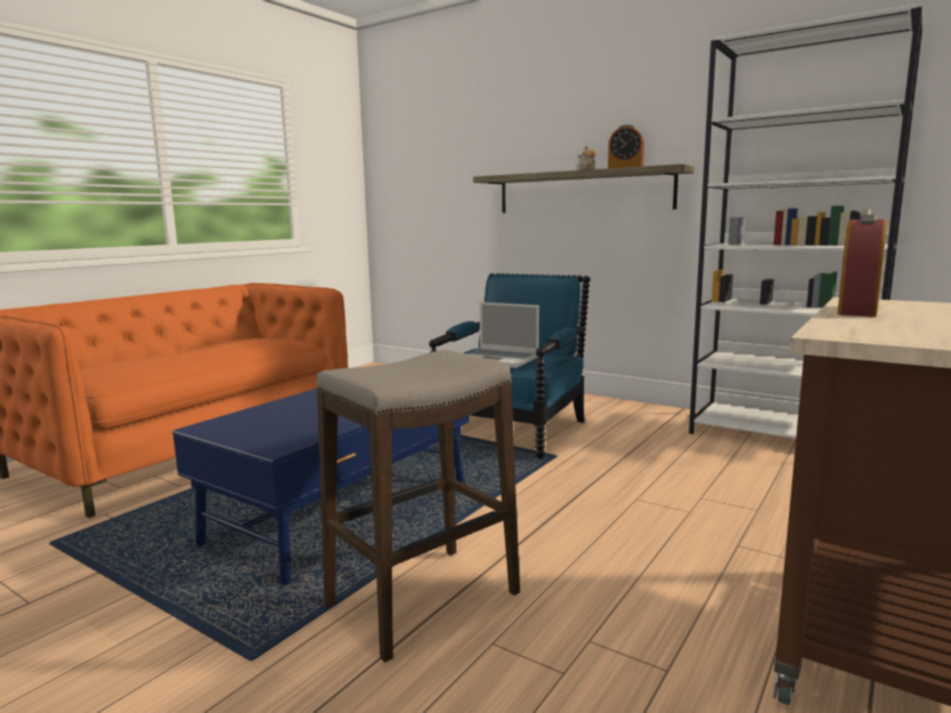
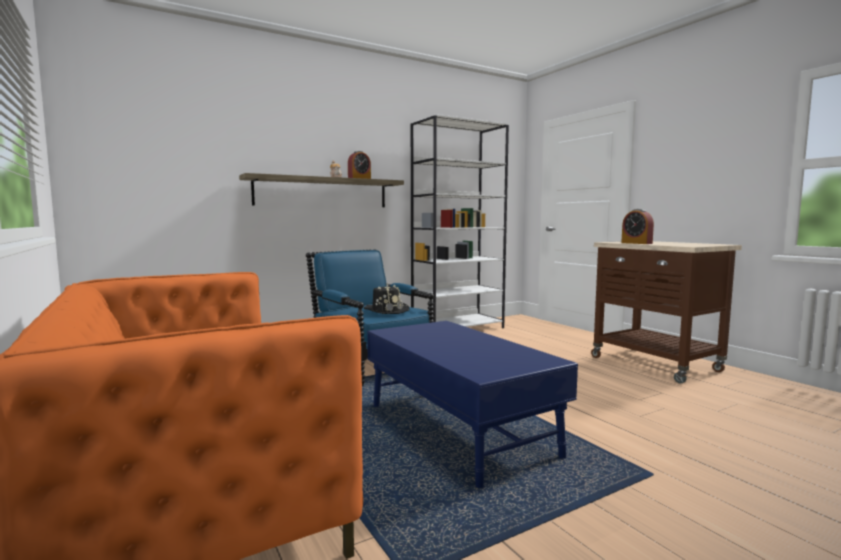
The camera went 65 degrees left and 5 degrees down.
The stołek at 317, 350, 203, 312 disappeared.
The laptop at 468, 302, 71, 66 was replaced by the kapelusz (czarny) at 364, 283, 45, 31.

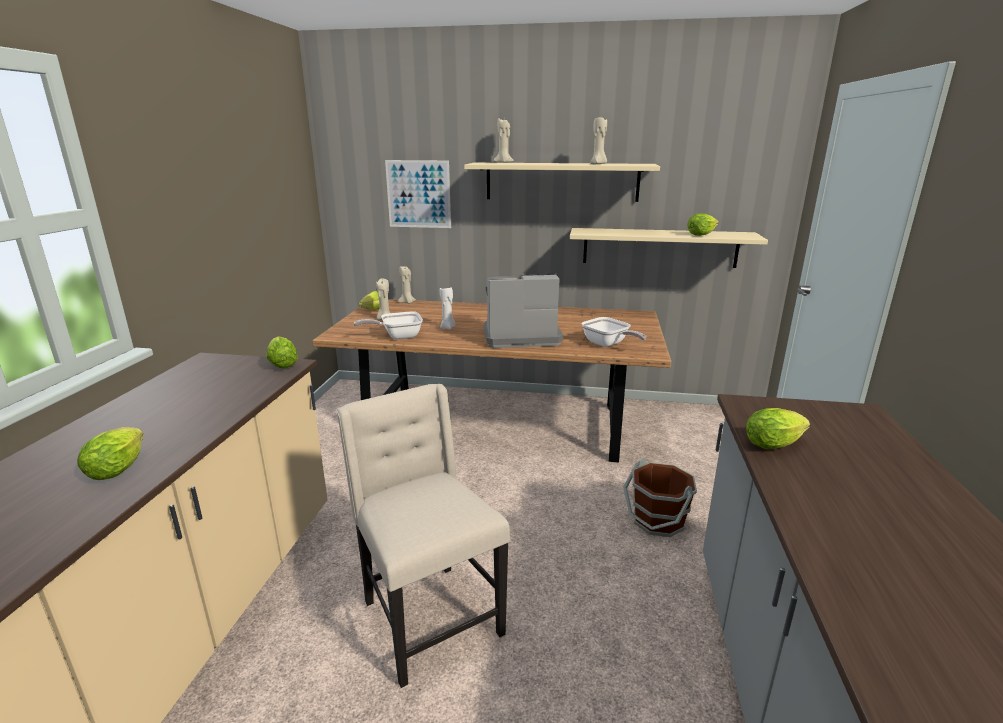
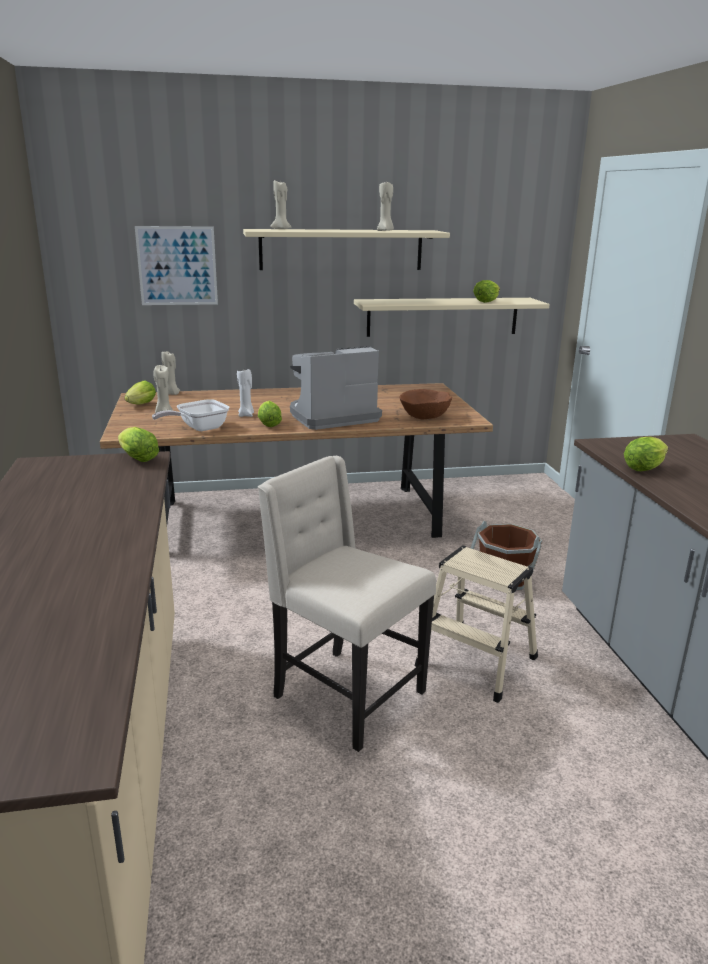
The camera went 20 degrees left and 0 degrees up.
The sałata moved from 77, 427, 67, 53 to 258, 401, 24, 26.
The patelnia at 581, 317, 65, 30 was replaced by the miska (brązowy) at 399, 389, 53, 30.
The drabinka (beżowy) at 415, 545, 123, 158 appeared.

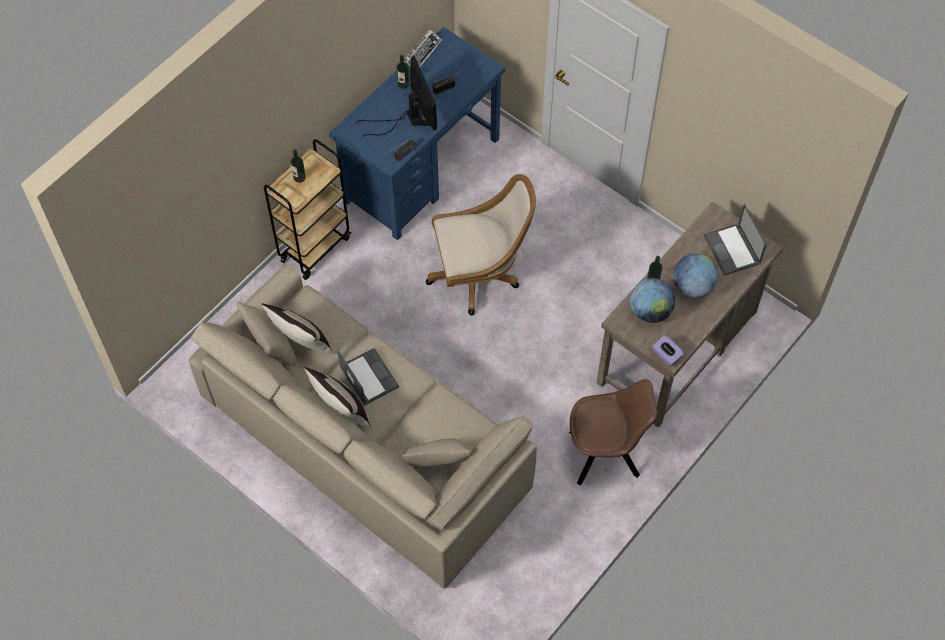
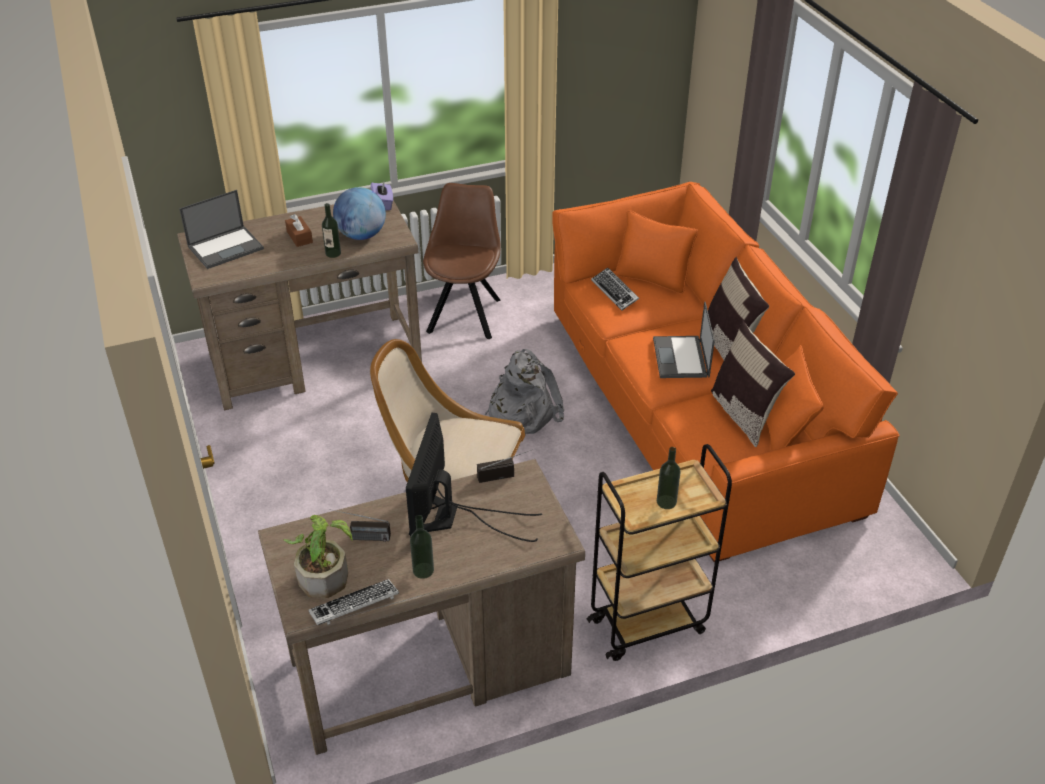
The camera went 150 degrees left and 20 degrees down.
The kanapa (beżowy) at 188, 265, 349, 324 became the kanapa (pomarańczowy) at 552, 182, 348, 381.
The biurko (niebieski) at 329, 27, 176, 213 became the biurko (brązowy) at 258, 459, 327, 296.
The krzesło (brązowy) at 569, 379, 89, 106 turned 75 degrees clockwise.
The globus at 673, 254, 45, 44 was replaced by the pudełko chusteczek (brązowy) at 285, 214, 28, 33.
The laptop at 704, 204, 63, 71 turned 45 degrees clockwise.
The roślina doniczkowa at 283, 515, 70, 83 appeared.
The plecak (szary) at 484, 349, 80, 85 appeared.
The klawiatura at 591, 268, 48, 42 appeared.

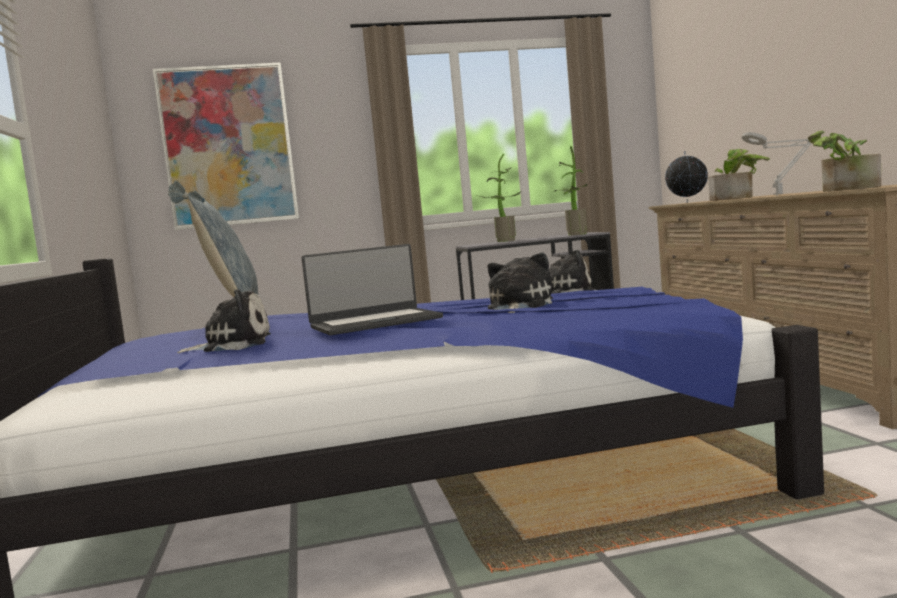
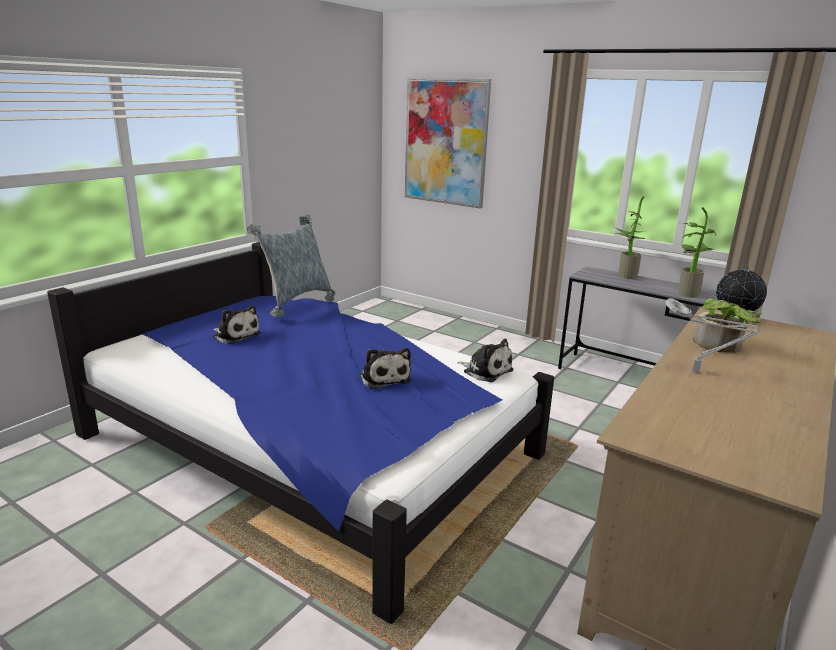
The camera went 45 degrees right and 15 degrees up.
The laptop at 301, 244, 142, 91 disappeared.
The pluszak at 488, 252, 65, 61 turned 90 degrees clockwise.
The roślina doniczkowa at 808, 131, 73, 61 disappeared.

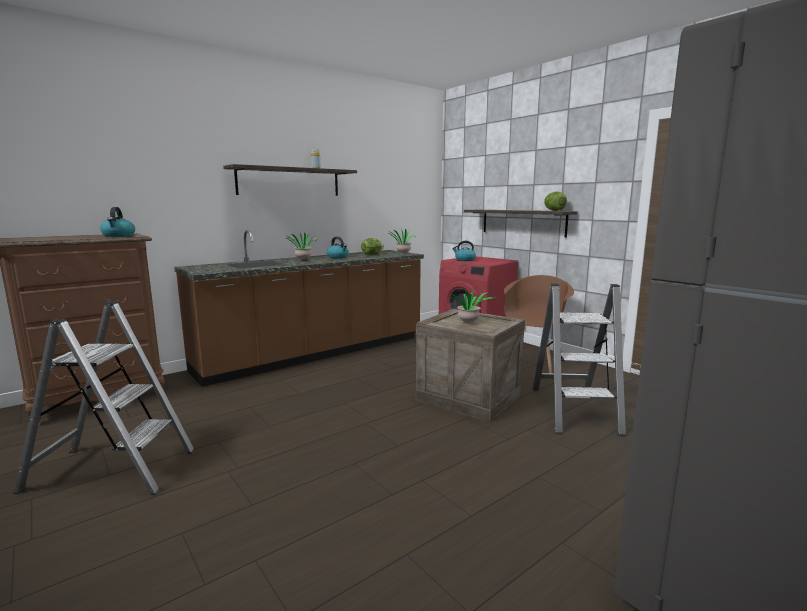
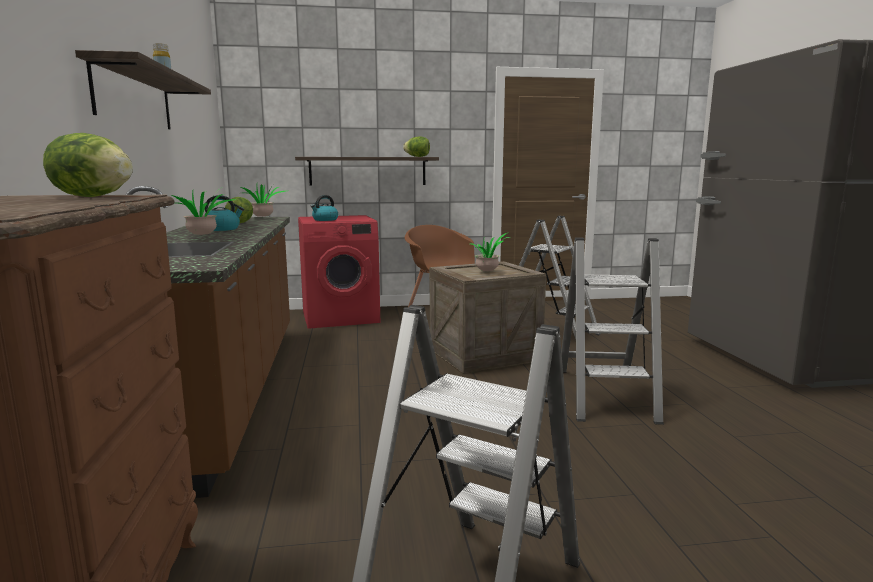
The camera went 60 degrees left and 0 degrees up.
The czajnik at 100, 207, 35, 30 was replaced by the sałata at 43, 133, 90, 64.
The drabinka (szary) at 561, 238, 103, 187 appeared.

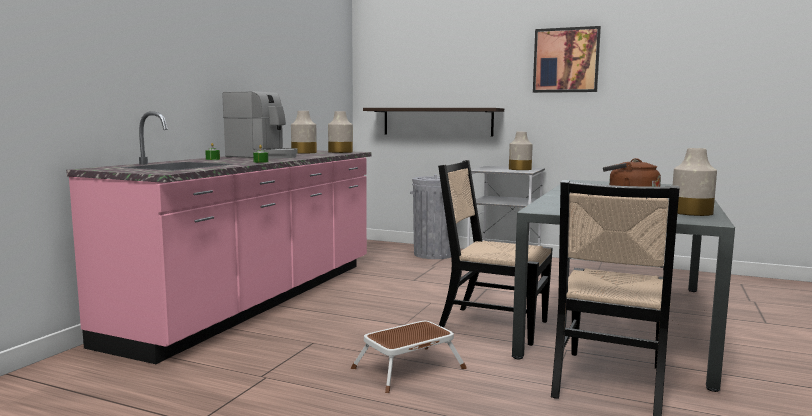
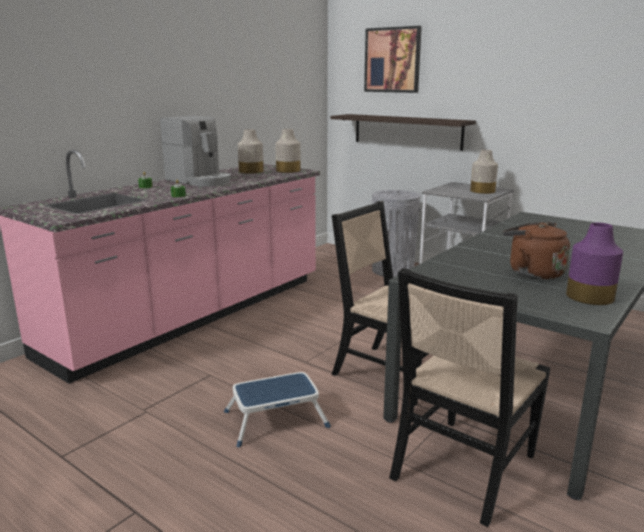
The camera went 15 degrees right and 10 degrees up.
The drabinka (brązowy) at 351, 321, 116, 72 became the drabinka (niebieski) at 224, 372, 107, 75.
The obraz moved from 533, 26, 68, 67 to 364, 26, 58, 67.
The wazon (beżowy) at 673, 148, 44, 68 became the wazon (fioletowy) at 566, 223, 57, 82.

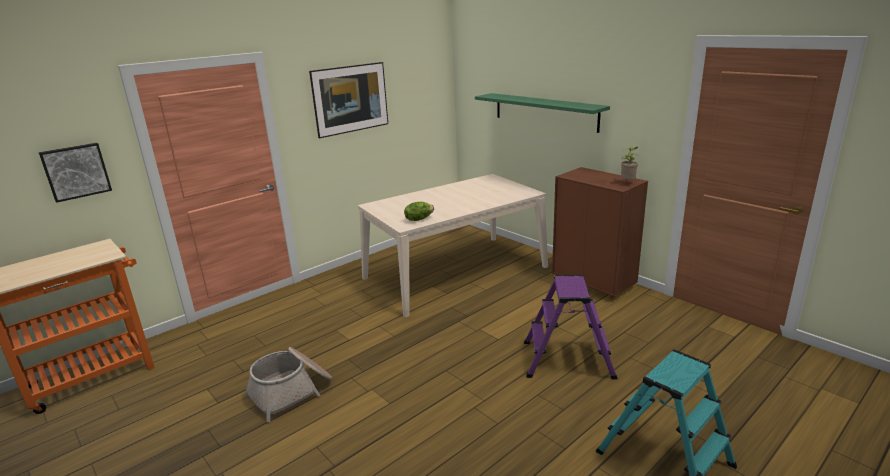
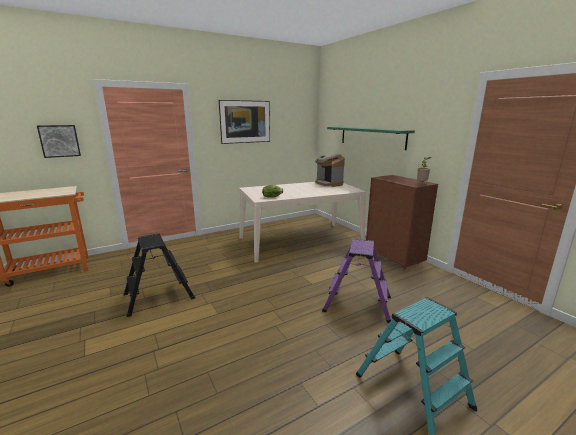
The camera went 10 degrees right and 5 degrees down.
The koszyk at 244, 347, 88, 76 was replaced by the drabinka (czarny) at 123, 233, 72, 84.
The ekspres do kawy at 315, 154, 30, 33 appeared.

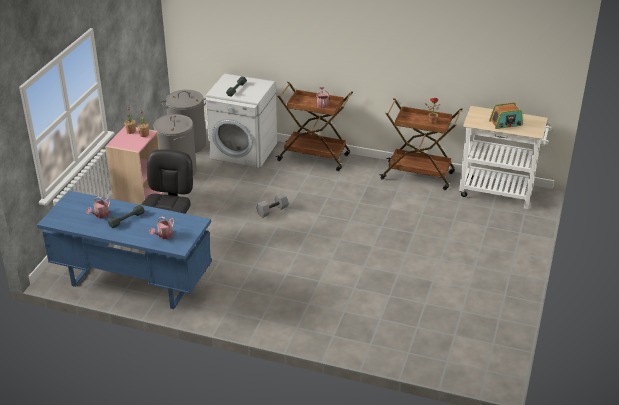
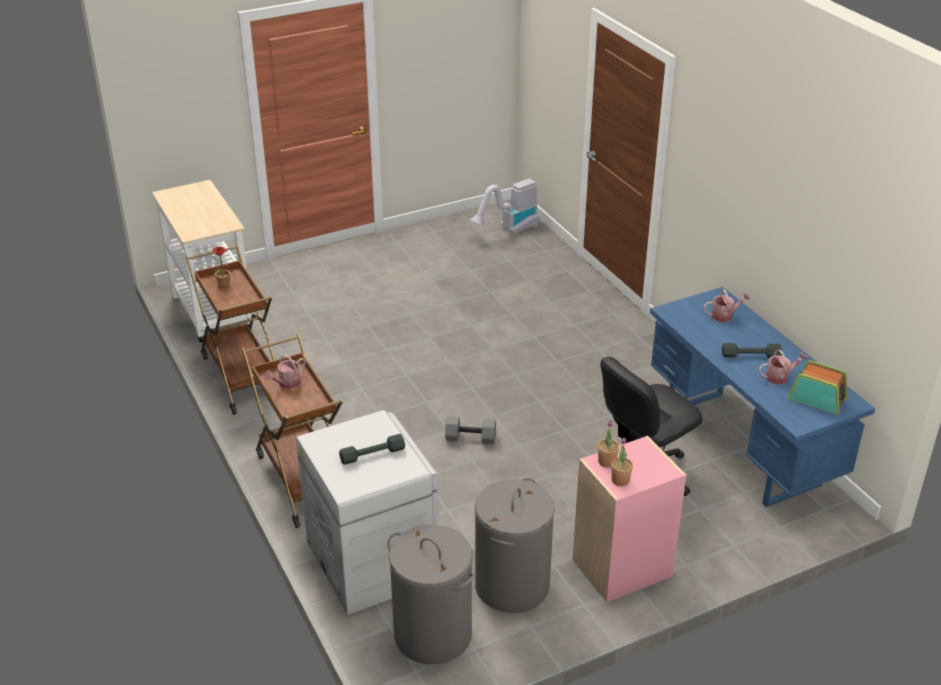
The camera went 135 degrees left and 0 degrees up.
The radio moved from 489, 102, 34, 27 to 788, 360, 60, 55.
The odkurzacz at 470, 179, 70, 55 appeared.

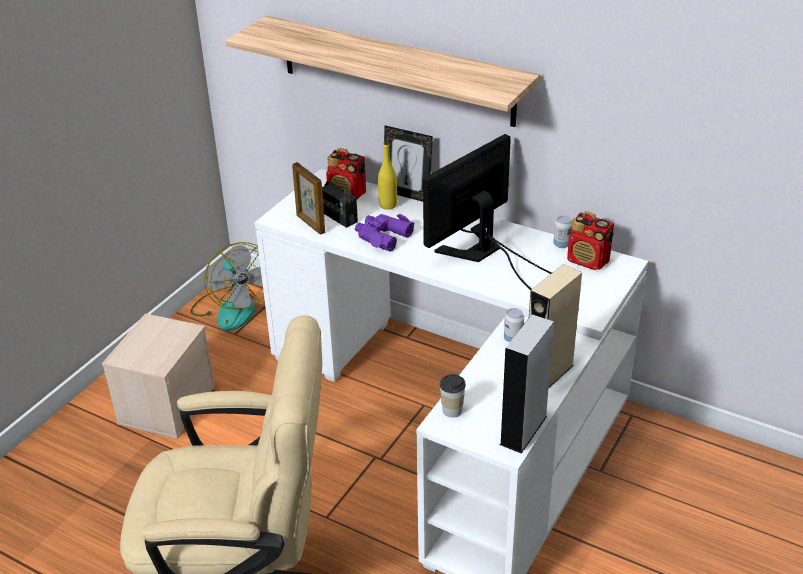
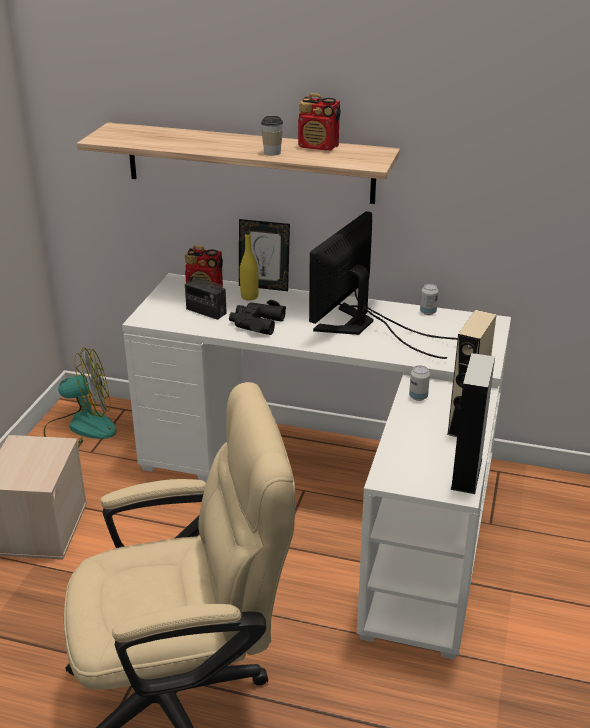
The camera went 15 degrees left and 5 degrees down.
The wentylator at 190, 242, 74, 89 turned 60 degrees counterclockwise.
The ramka na zdjęcie at 292, 162, 33, 73 disappeared.
The lornetka (fioletowy) at 355, 214, 60, 38 became the lornetka (czarny) at 229, 300, 57, 35.
The filiżanka moved from 440, 374, 26, 44 to 261, 116, 22, 40.
The radio moved from 567, 211, 47, 59 to 298, 93, 42, 58.

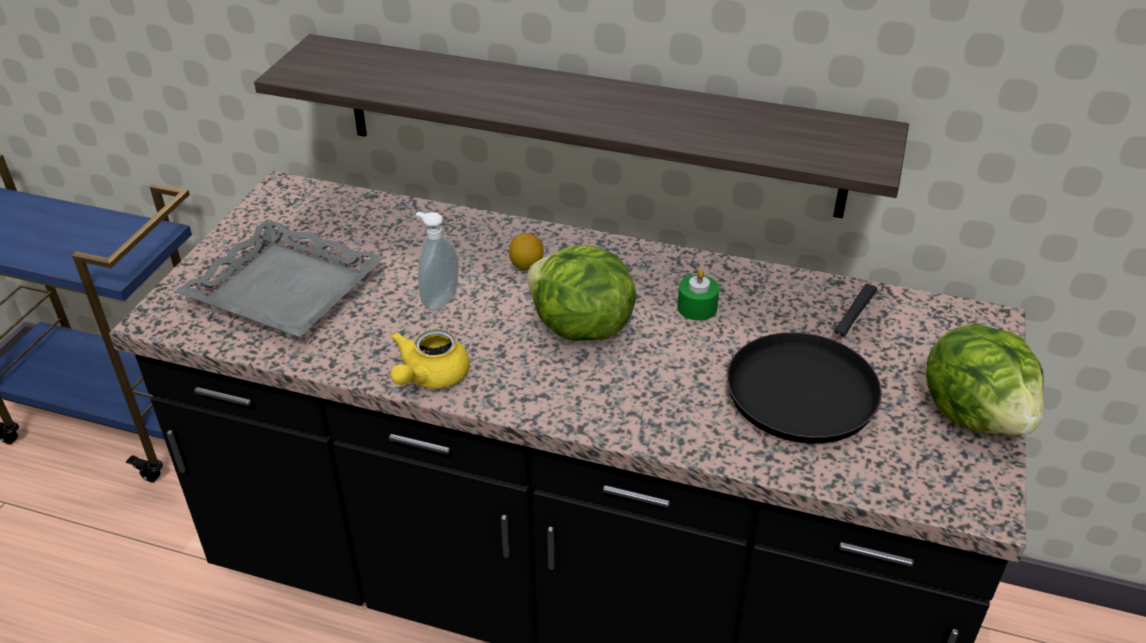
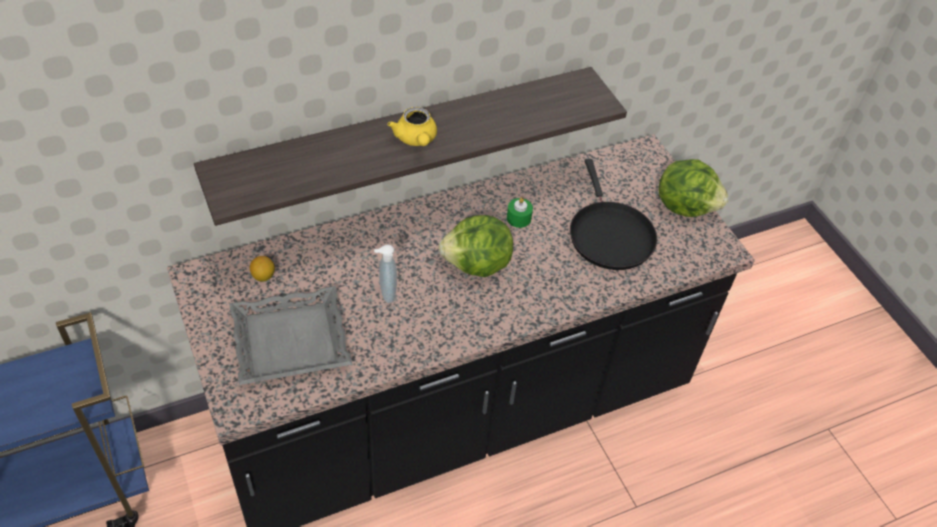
The camera went 45 degrees left and 10 degrees up.
The imbryk (żółty) moved from 390, 328, 80, 61 to 387, 107, 50, 39.
The cytryna moved from 509, 233, 35, 37 to 250, 256, 25, 25.

